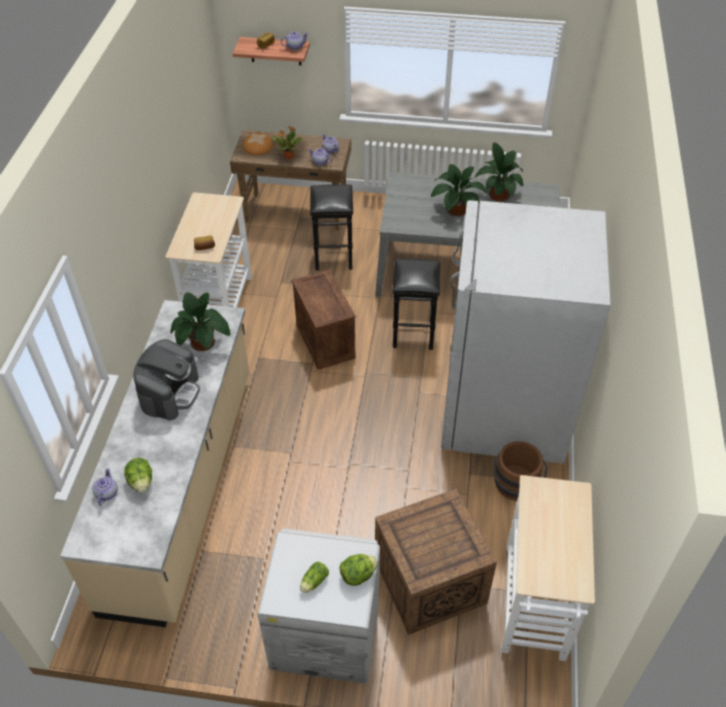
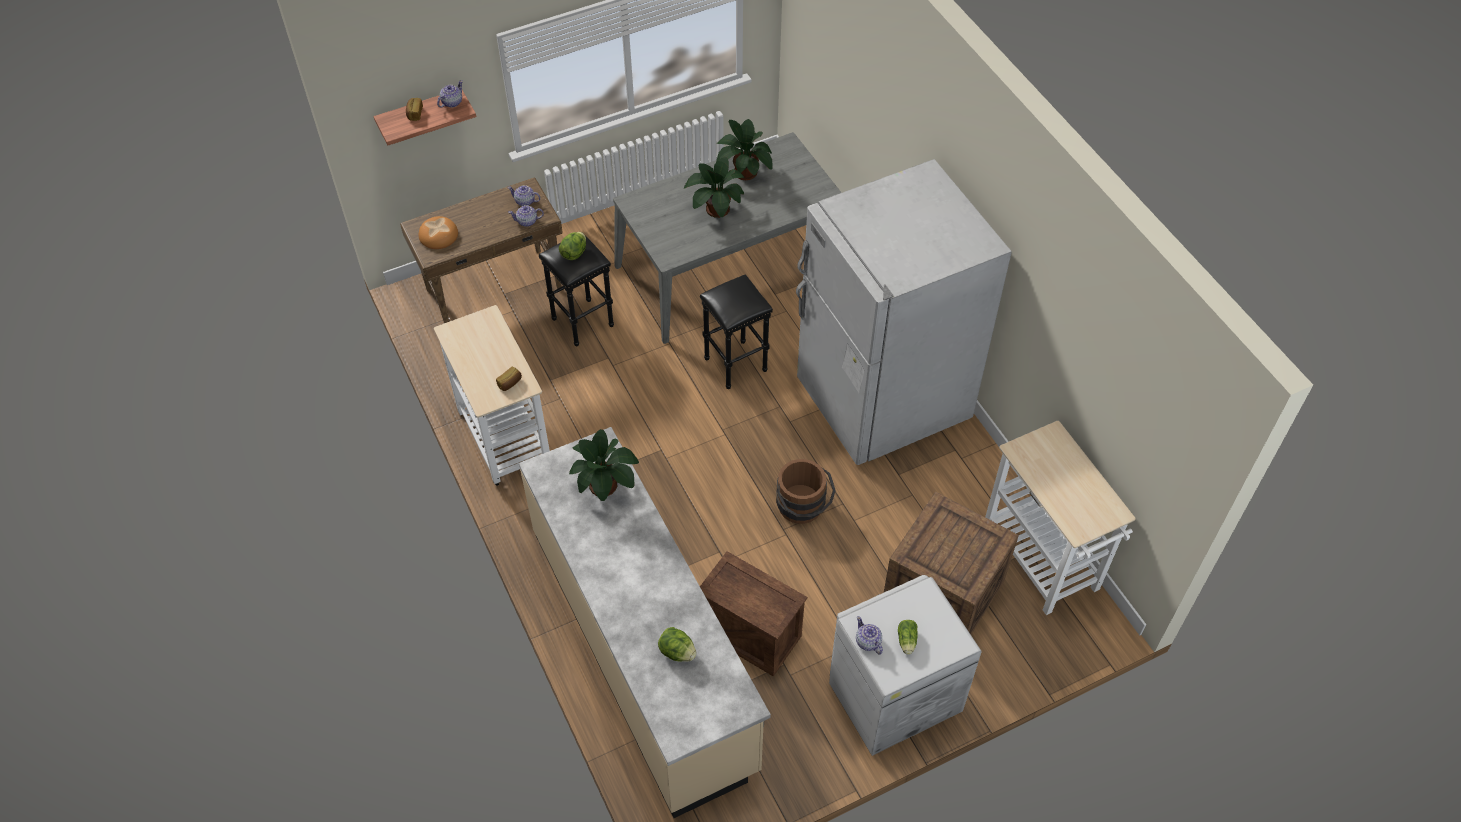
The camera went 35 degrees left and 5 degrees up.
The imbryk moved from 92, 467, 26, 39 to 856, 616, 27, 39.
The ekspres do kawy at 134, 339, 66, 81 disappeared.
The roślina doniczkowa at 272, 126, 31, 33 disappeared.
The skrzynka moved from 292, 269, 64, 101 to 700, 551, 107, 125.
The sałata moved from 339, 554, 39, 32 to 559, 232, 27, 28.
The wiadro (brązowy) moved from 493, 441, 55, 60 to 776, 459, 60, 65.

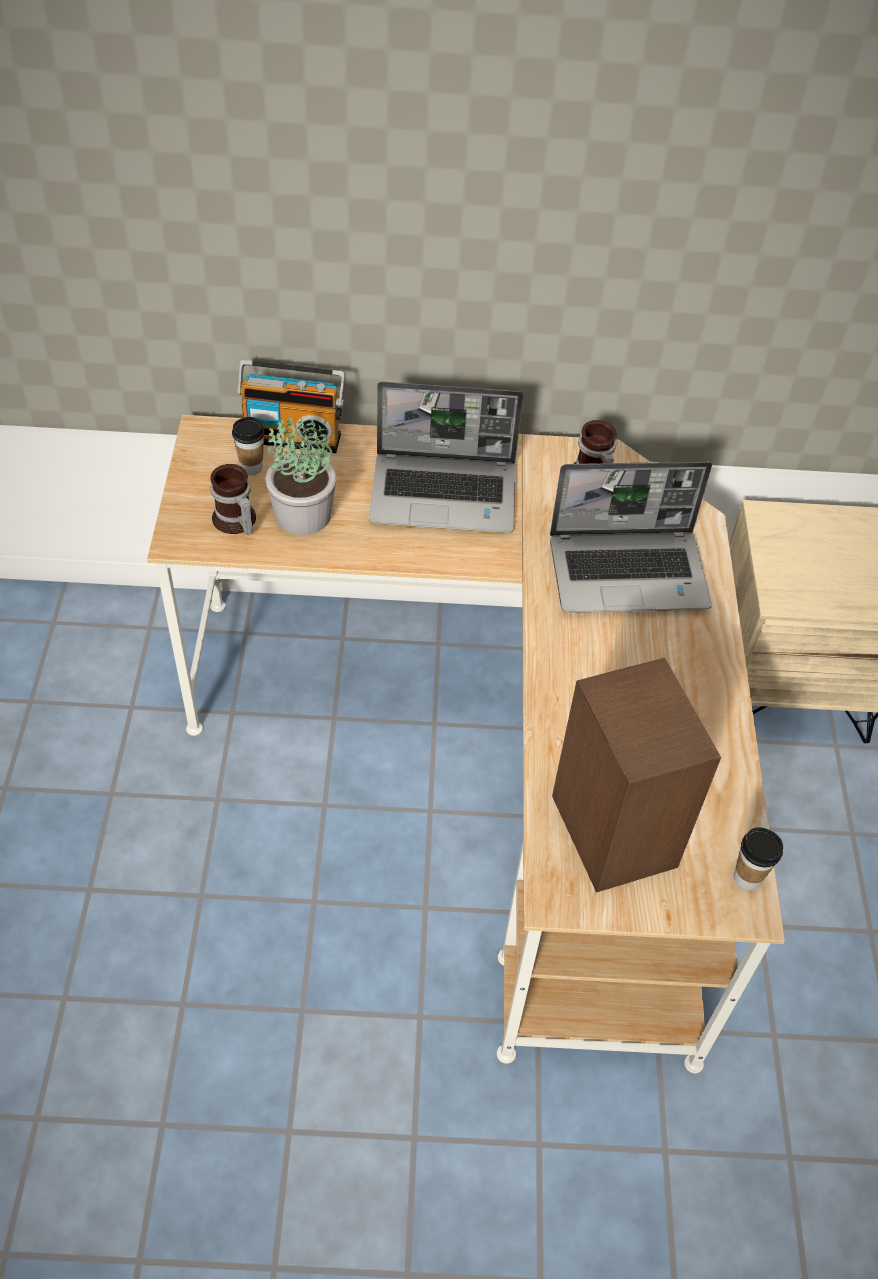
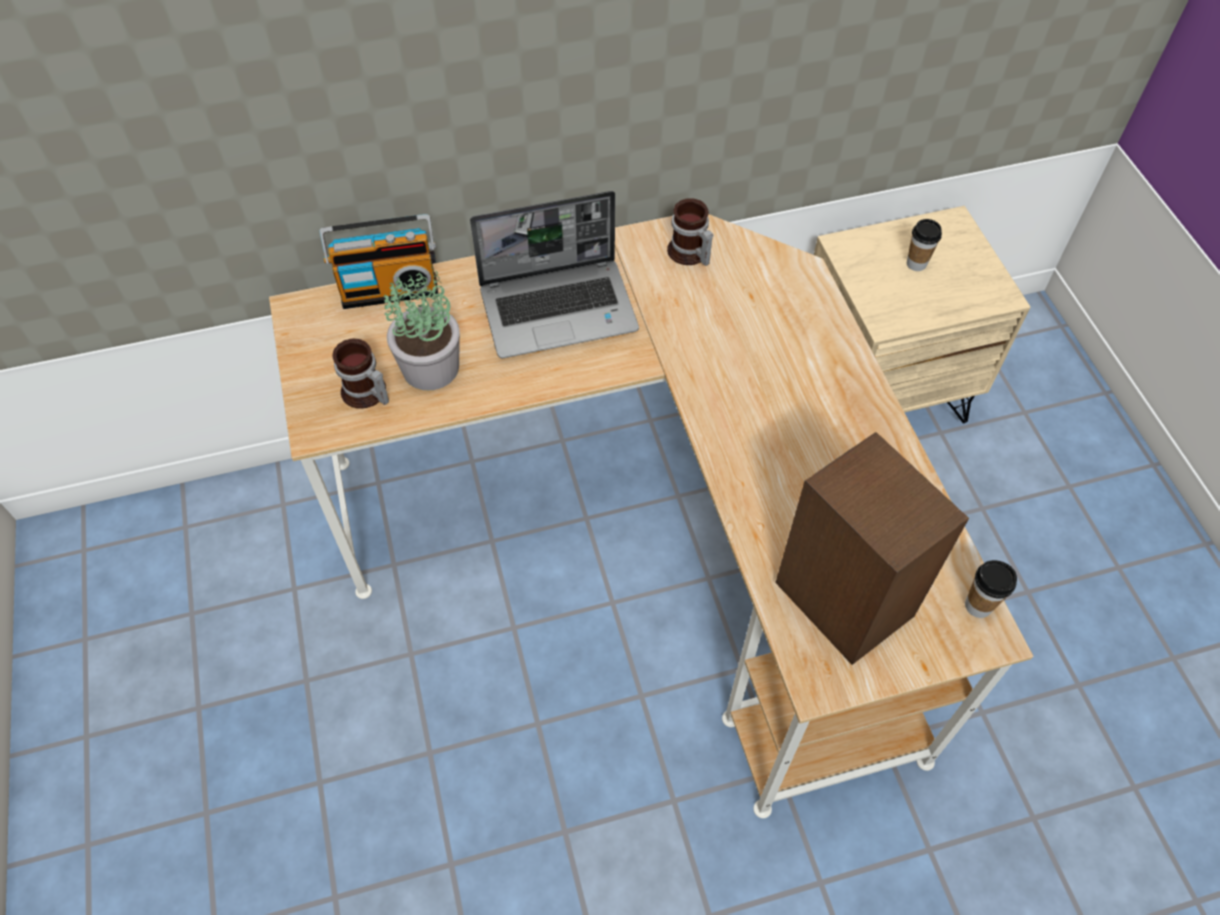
The camera went 15 degrees left and 5 degrees up.
The filiżanka moved from 232, 417, 33, 58 to 907, 219, 35, 52.
The laptop at 550, 462, 162, 151 disappeared.

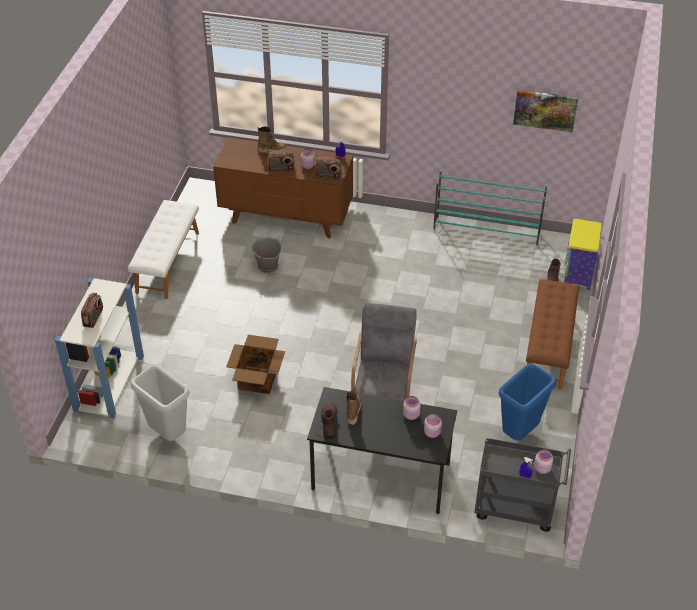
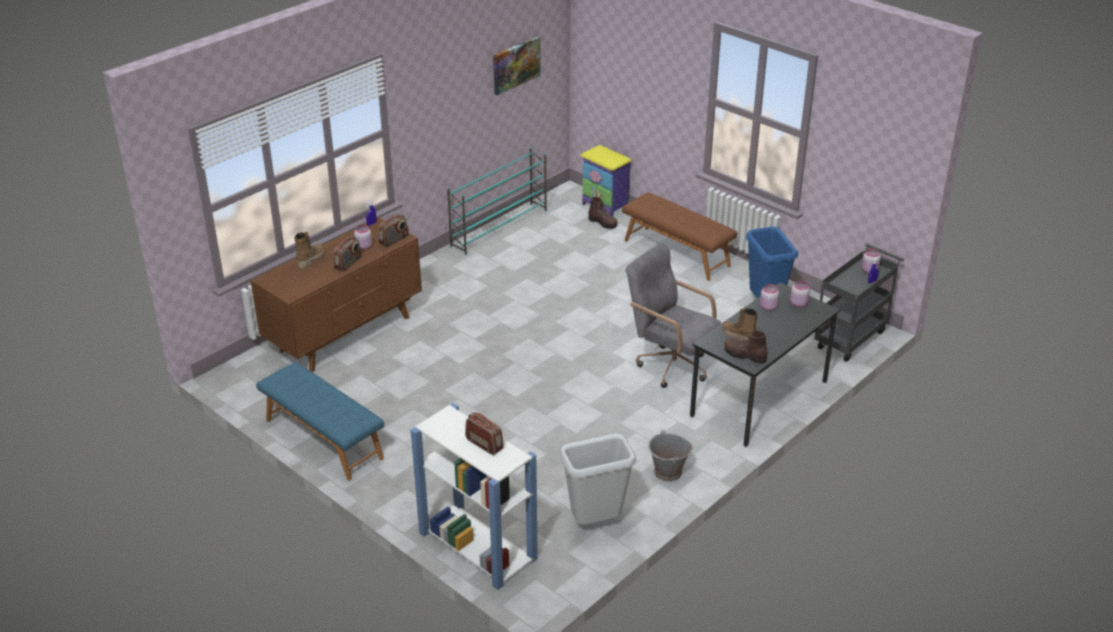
The camera went 60 degrees left and 10 degrees down.
The ławka (biały) at 128, 200, 71, 99 became the ławka (niebieski) at 256, 362, 128, 119.
The karton at 226, 335, 59, 59 disappeared.
The wiadro (szary) moved from 251, 237, 30, 36 to 648, 430, 45, 52.

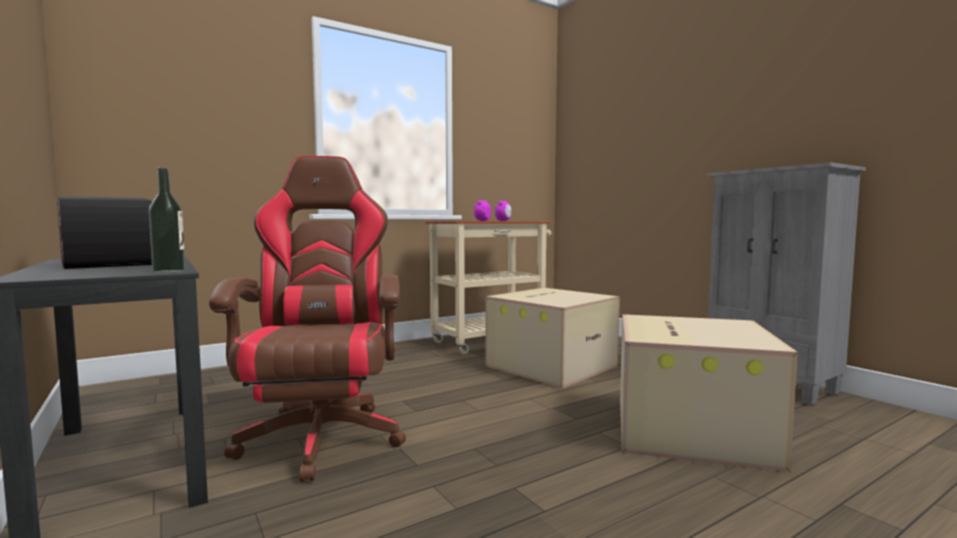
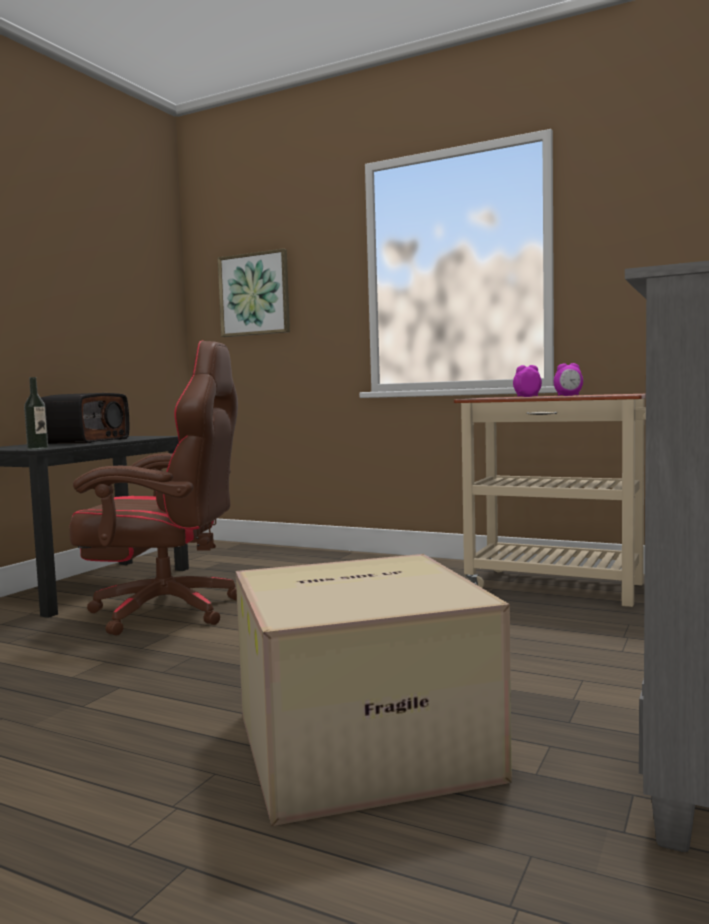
The camera went 60 degrees right and 0 degrees up.
The krzesło biurowe (brązowy) at 209, 156, 197, 326 turned 45 degrees clockwise.
The karton at 486, 288, 134, 100 disappeared.
The obraz at 218, 249, 72, 88 appeared.

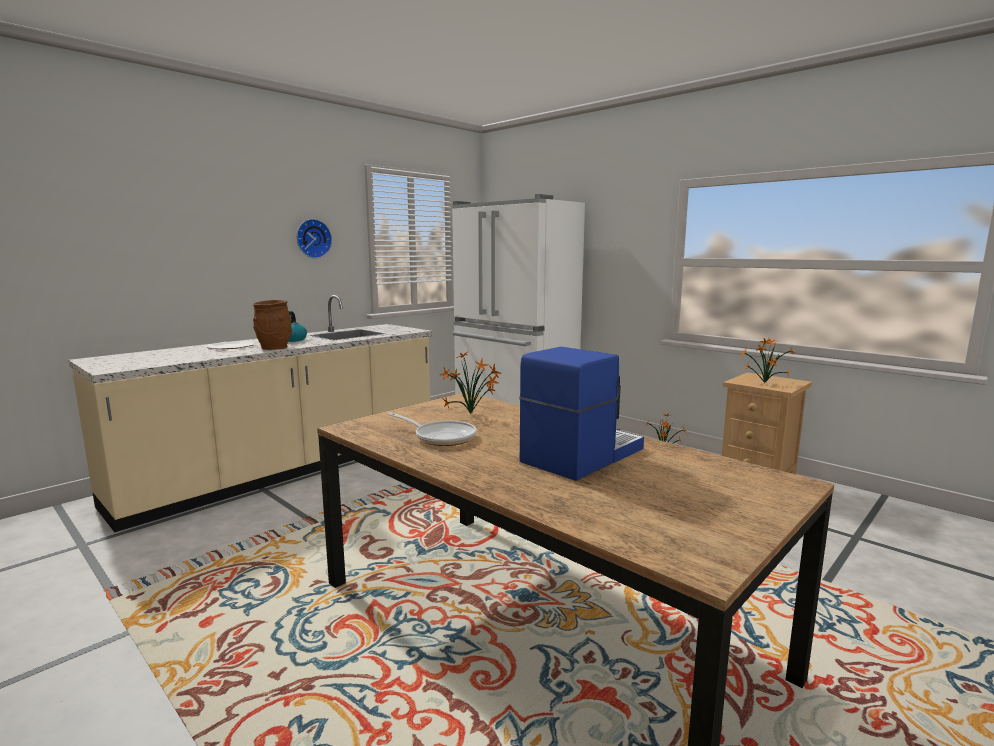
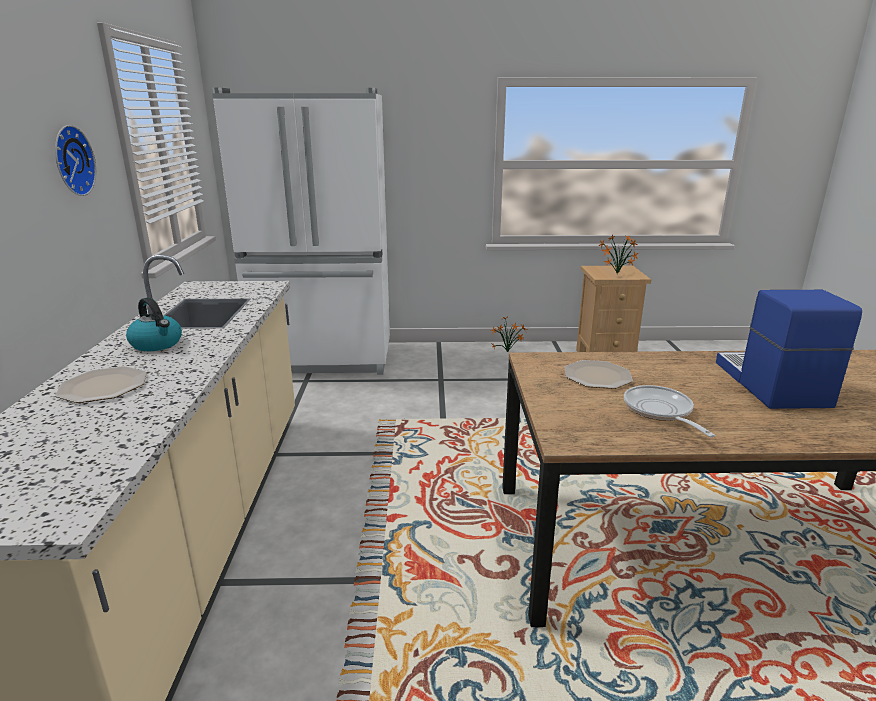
The camera went 45 degrees left and 10 degrees up.
The wazon (brązowy) at 253, 300, 39, 50 disappeared.
The patelnia at 388, 413, 89, 33 turned 90 degrees counterclockwise.
The roślina doniczkowa at 439, 351, 62, 62 was replaced by the talerz at 565, 360, 68, 29.

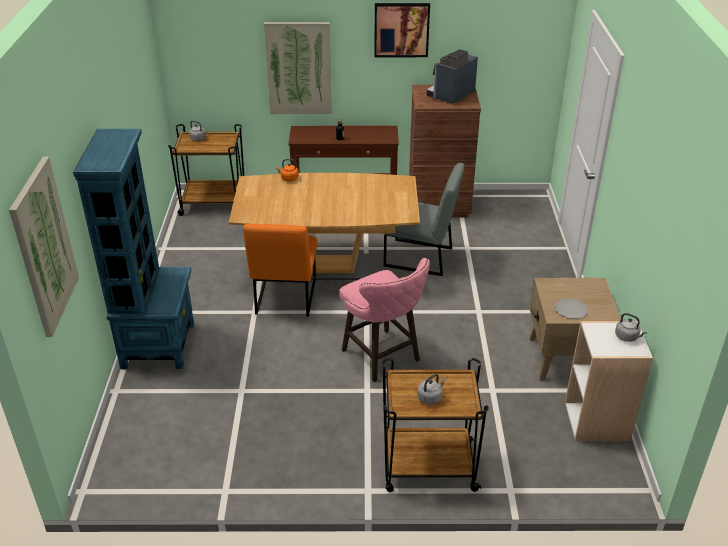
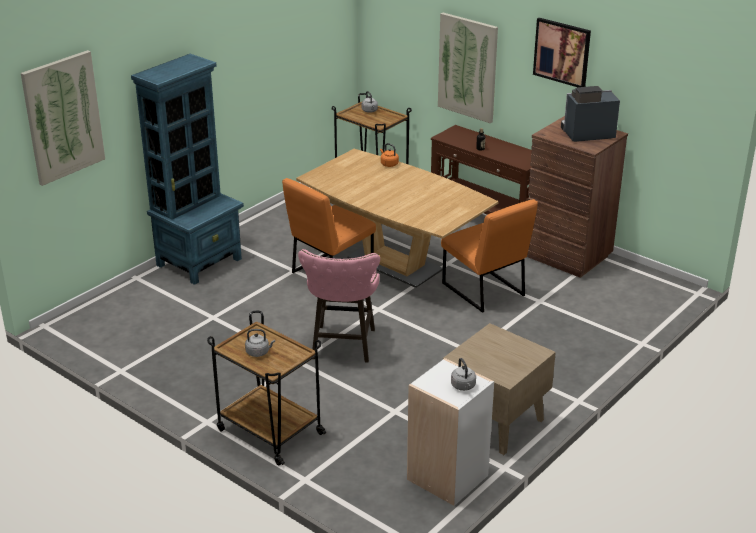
The camera went 40 degrees right and 5 degrees down.
The krzesło (szary) at 383, 163, 81, 113 became the krzesło (pomarańczowy) at 441, 199, 97, 114.
The talerz at 555, 299, 33, 20 disappeared.

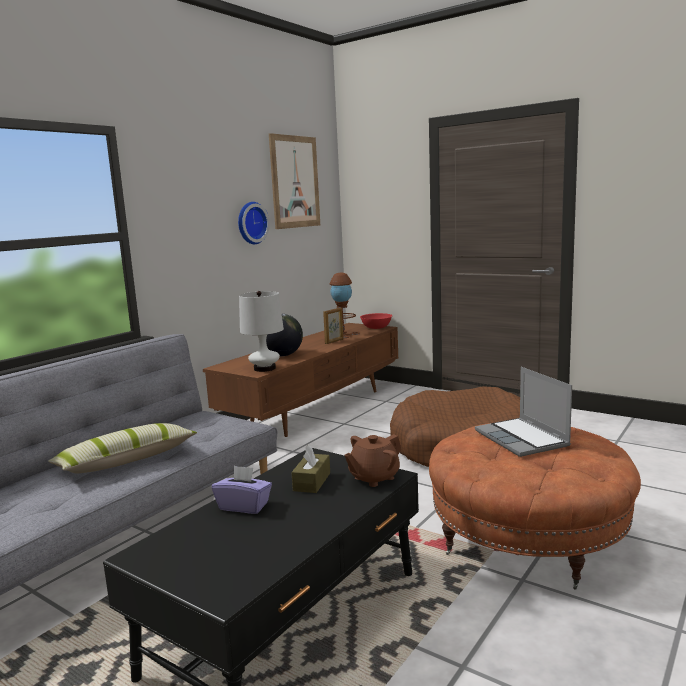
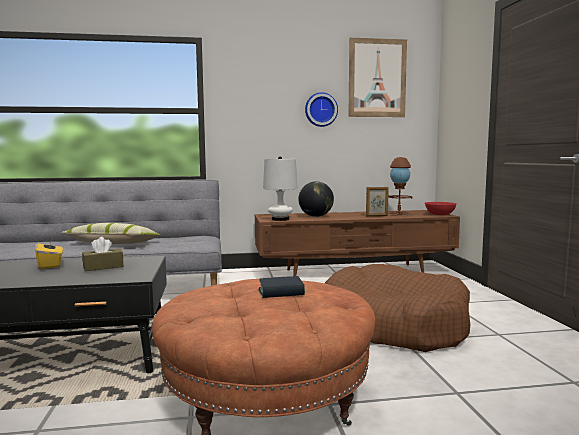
The camera went 45 degrees right and 5 degrees down.
The pudełko chusteczek (fioletowy) at 212, 465, 60, 49 became the pudełko chusteczek (żółty) at 35, 237, 28, 32.
The imbryk (brązowy) at 344, 434, 58, 53 disappeared.
The laptop at 475, 367, 97, 90 was replaced by the książka at 259, 276, 46, 22.

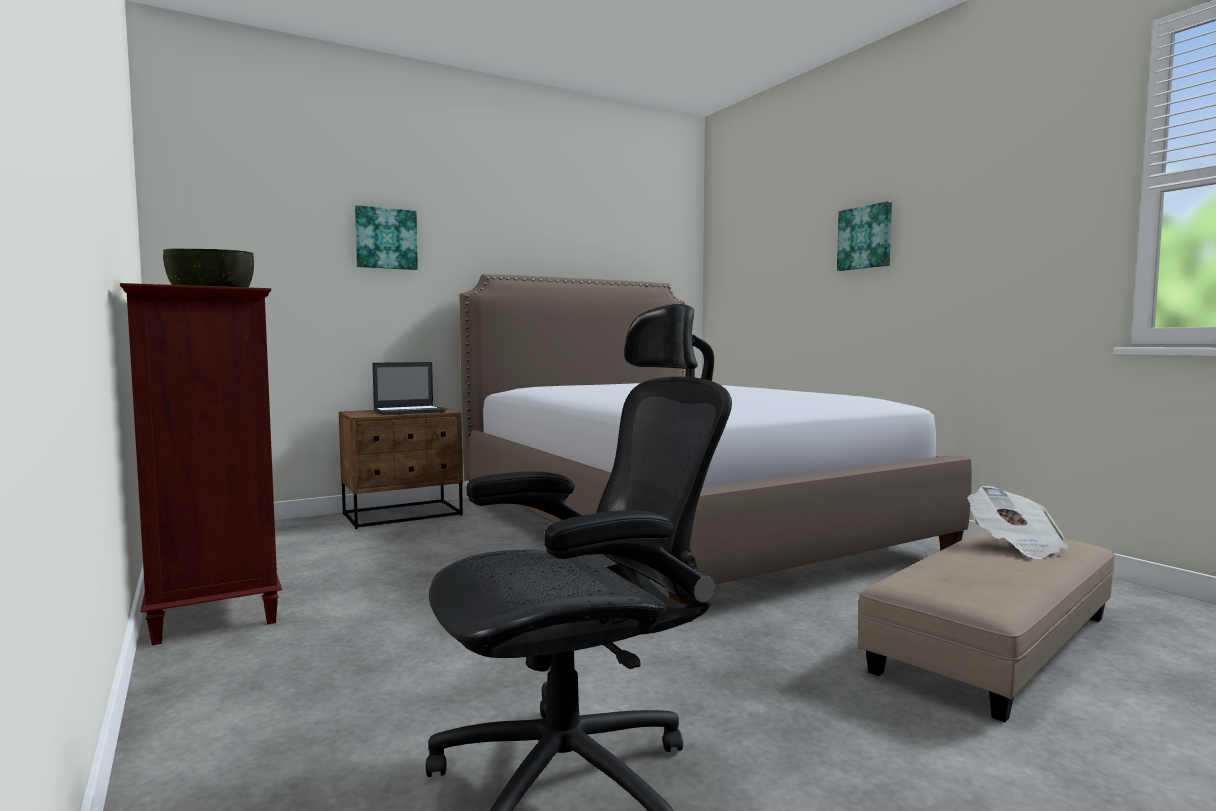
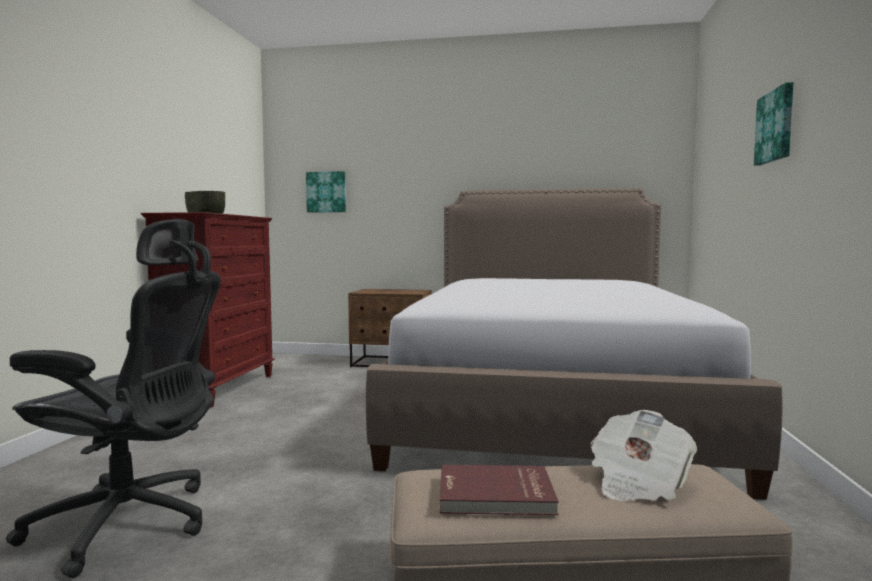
The camera went 40 degrees right and 0 degrees up.
The obraz moved from 355, 205, 63, 65 to 306, 171, 40, 42.
The laptop at 372, 362, 73, 53 disappeared.
The książka (czerwony) at 440, 465, 119, 50 appeared.

